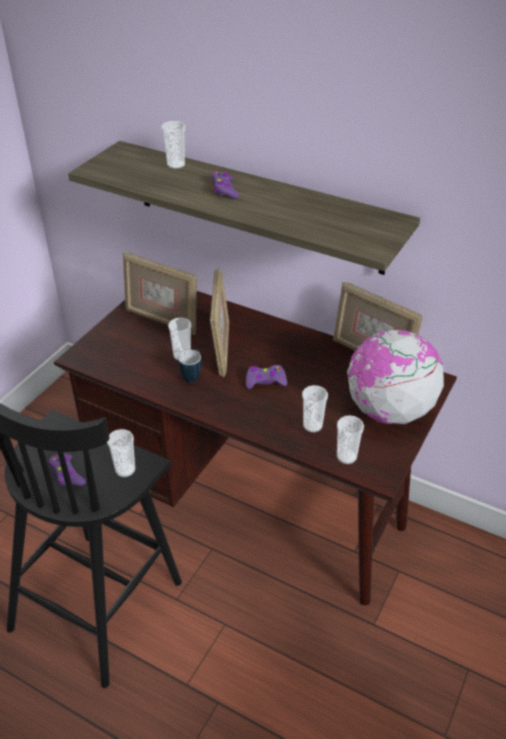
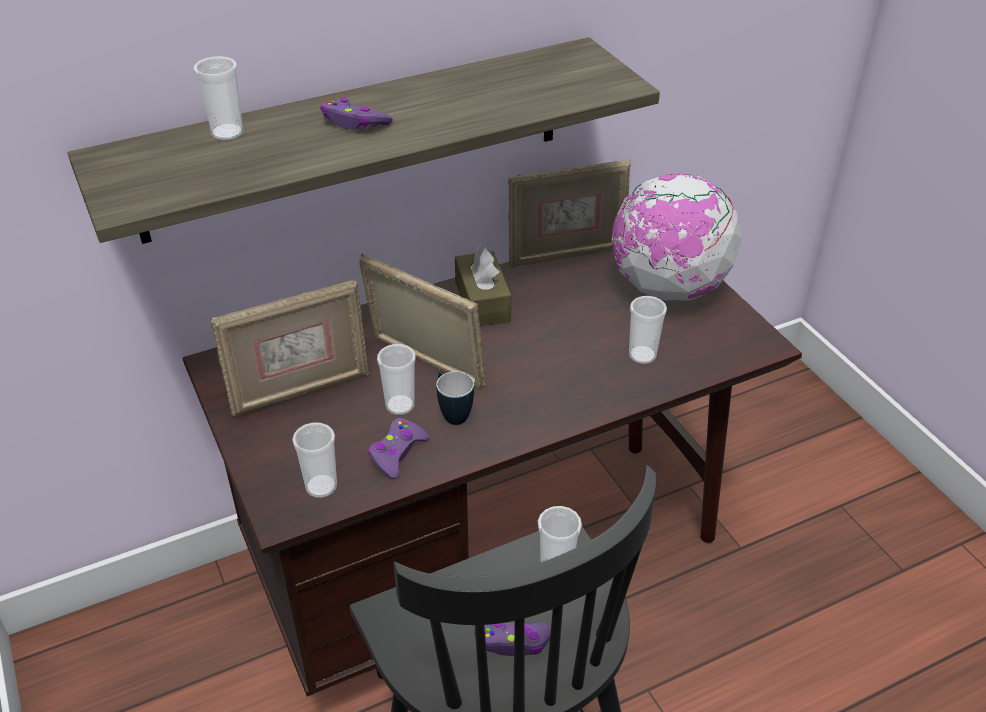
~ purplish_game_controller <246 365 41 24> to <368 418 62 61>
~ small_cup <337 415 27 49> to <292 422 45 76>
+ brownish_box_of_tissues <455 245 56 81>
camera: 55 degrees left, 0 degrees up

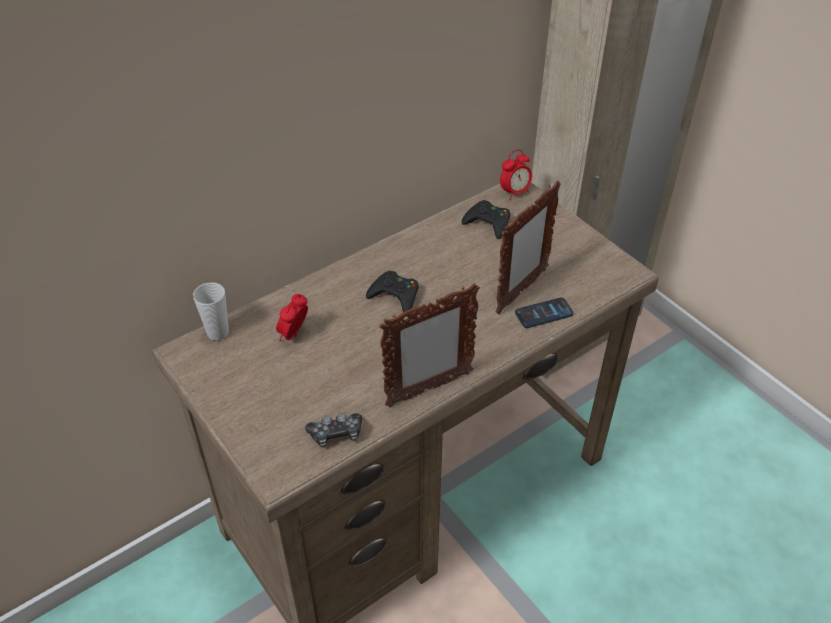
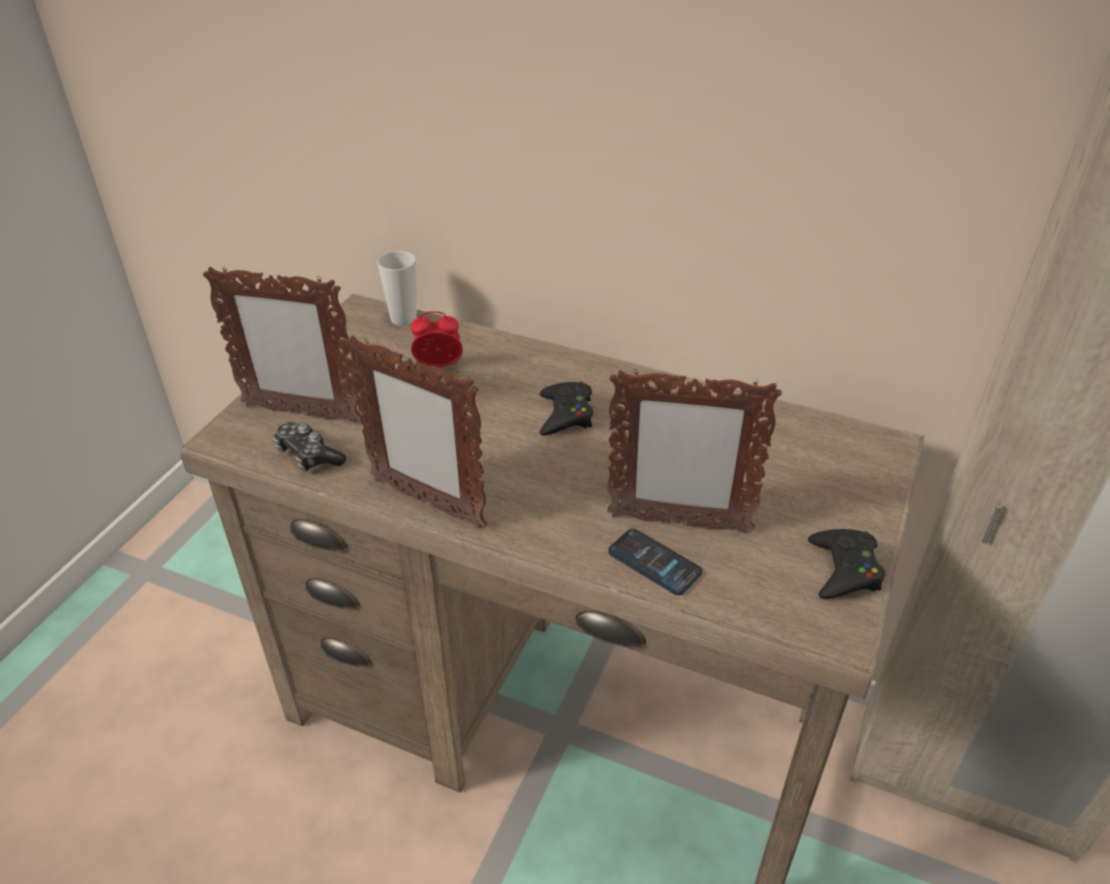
- alarm_clock <500 150 32 50>
~ black-coloured_game_controller <462 200 48 39> to <808 529 77 70>
+ photo_frame <203 266 159 157>
camera: 60 degrees right, 5 degrees down

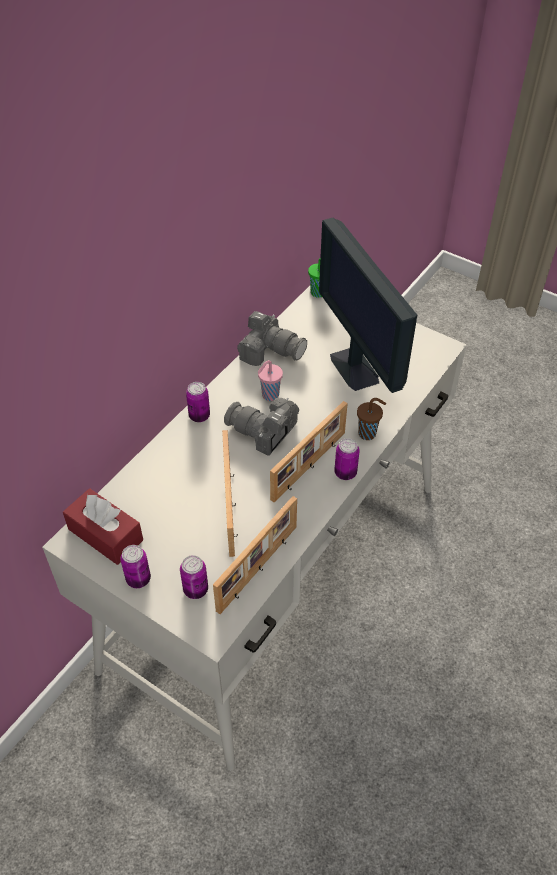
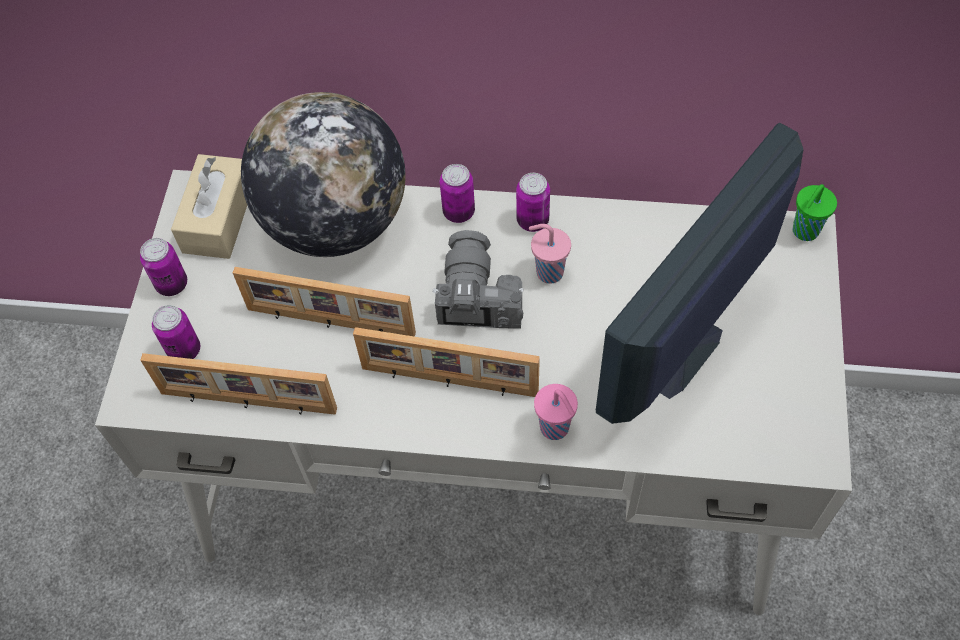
- photo_camera <237 311 70 55>
~ brownish_small_cup <357 398 29 42> to pink_small_cup <534 384 44 56>
~ photo_frame <222 430 16 127> = <233 267 183 70> 45 degrees clockwise
~ sealed_can <334 438 26 42> to <516 173 34 59>
~ reddish_box_of_tissues <63 489 80 76> to sand-coloured_box_of_tissues <171 154 76 105>
+ globe <241 92 165 165>
camera: 65 degrees right, 10 degrees up

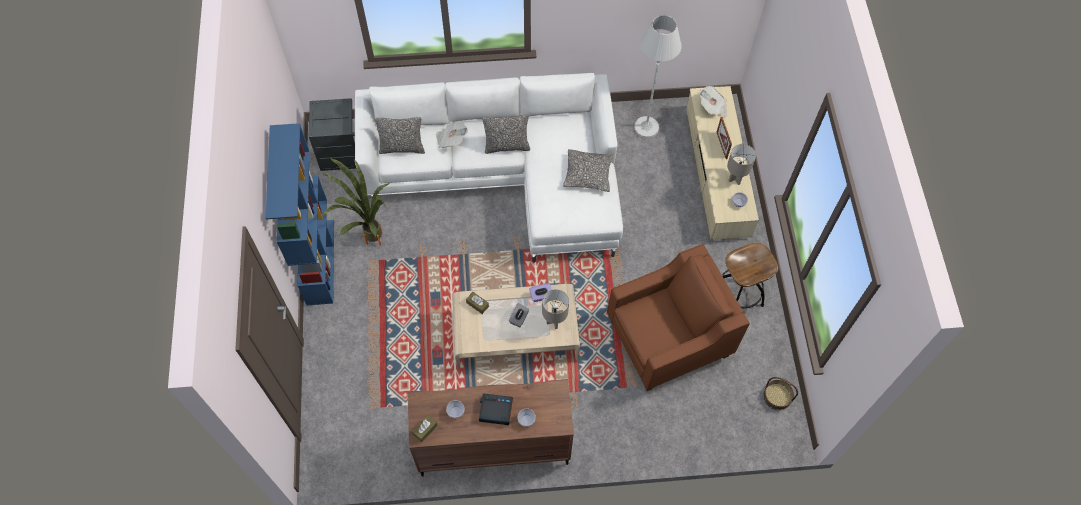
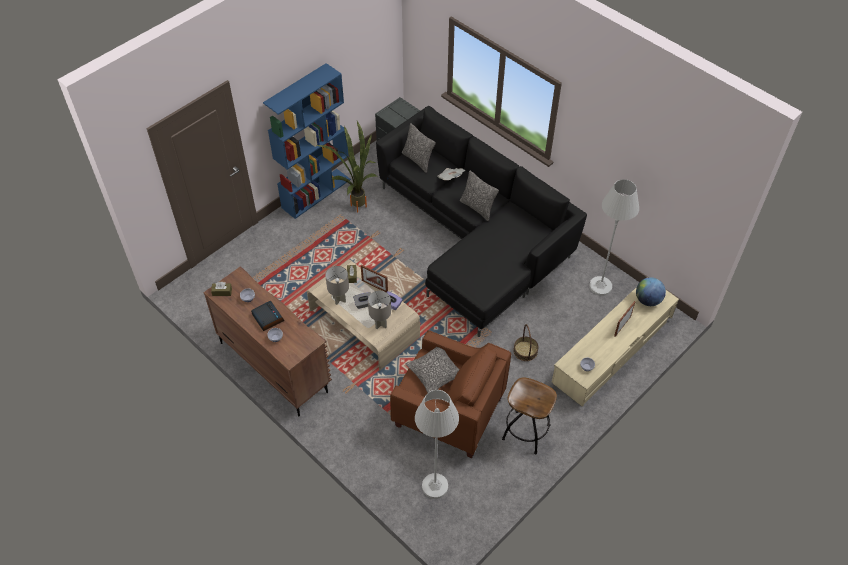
~ white_sofa <355 73 268 190> to black-coloured_sofa <376 106 211 231>
~ daily_paper <700 86 27 31> to globe <636 277 30 29>
~ greyish_lamp_for_a_table <727 144 29 41> to <325 266 24 39>
~ throw_pillow <563 149 50 43> to <406 347 54 46>
~ storage_basket <763 377 35 33> to <513 324 25 37>
+ photo_frame <361 265 27 27>
+ white_standard_lamp <415 390 44 109>
camera: 50 degrees right, 10 degrees down

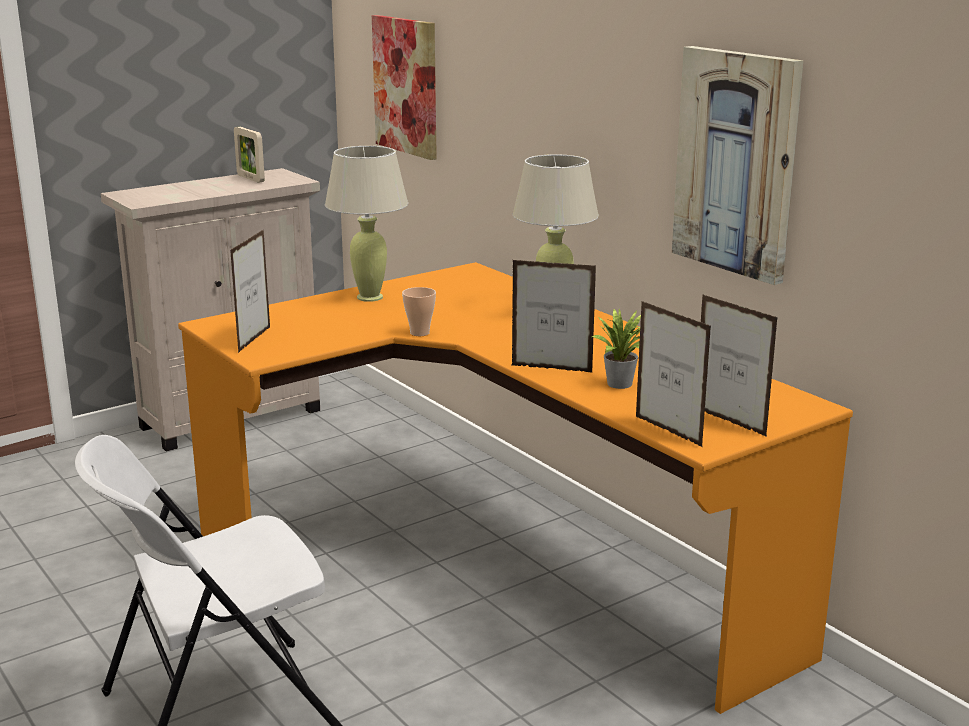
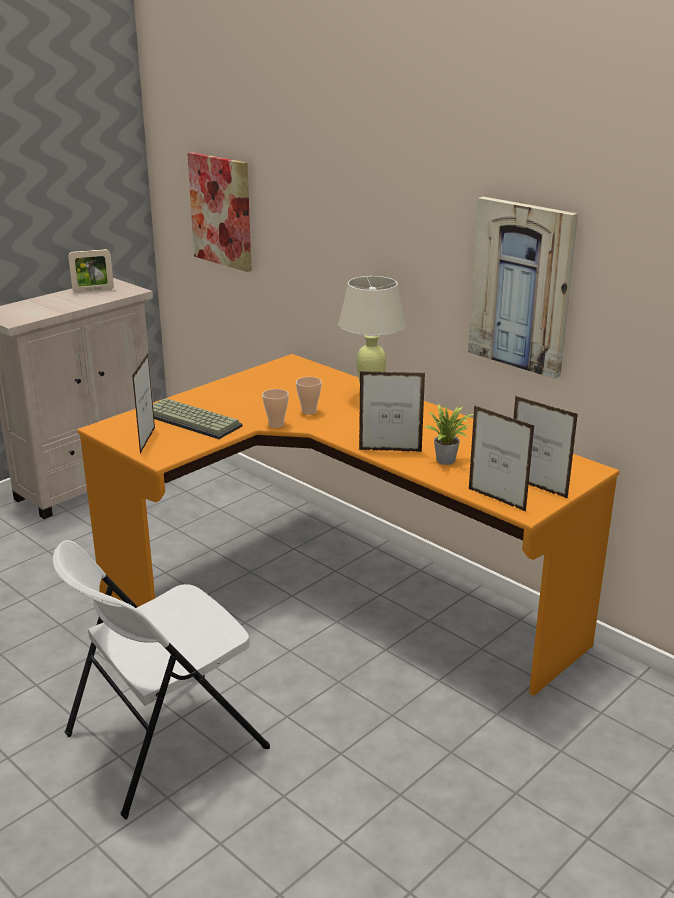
~ photo_frame <234 127 31 56> = <68 249 46 44> 60 degrees counterclockwise
- sand-coloured_lamp_for_a_table <325 146 83 156>
+ small_cup <296 377 26 38>
+ computer_keyboard <153 398 90 41>
camera: 10 degrees left, 5 degrees up

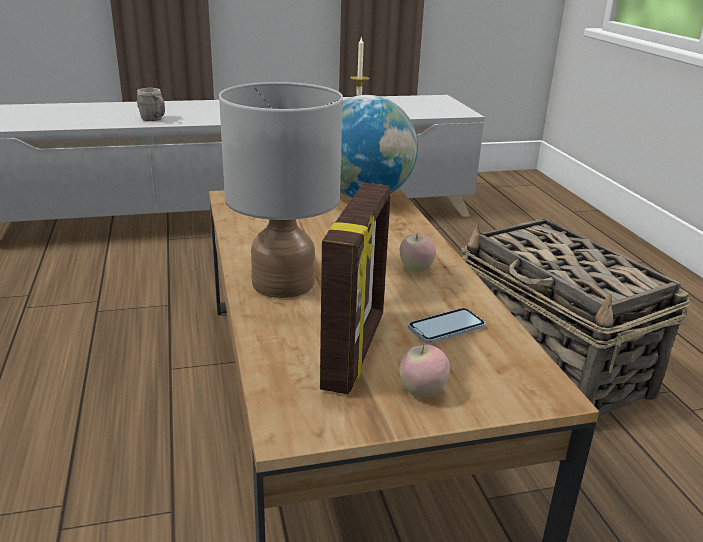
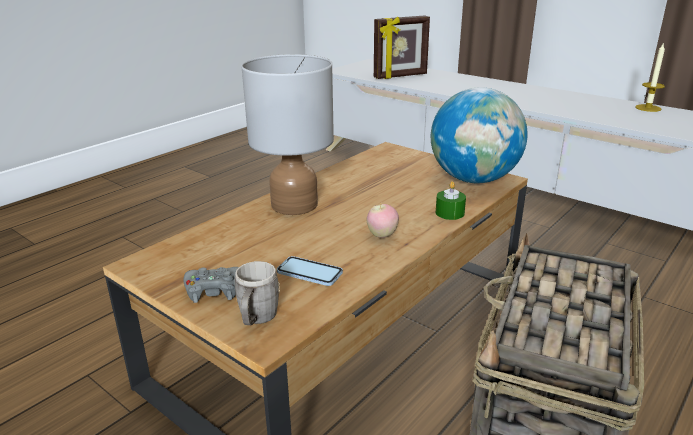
~ greyish_mug <137 88 28 33> to <235 261 45 64>
~ photo_frame <320 183 71 211> to <374 16 56 63>
~ apple <399 344 51 54> to greyish_game_controller <183 267 56 36>
+ green-coloured_candle <436 181 30 39>
camera: 55 degrees right, 0 degrees up

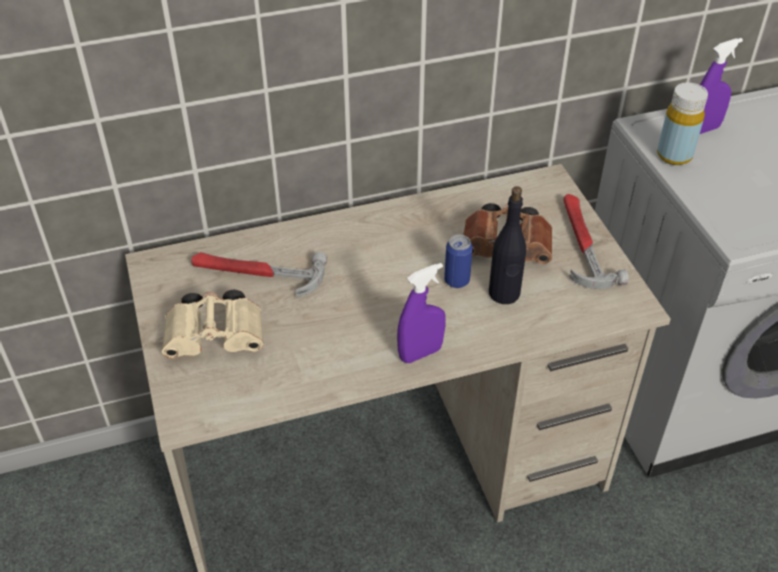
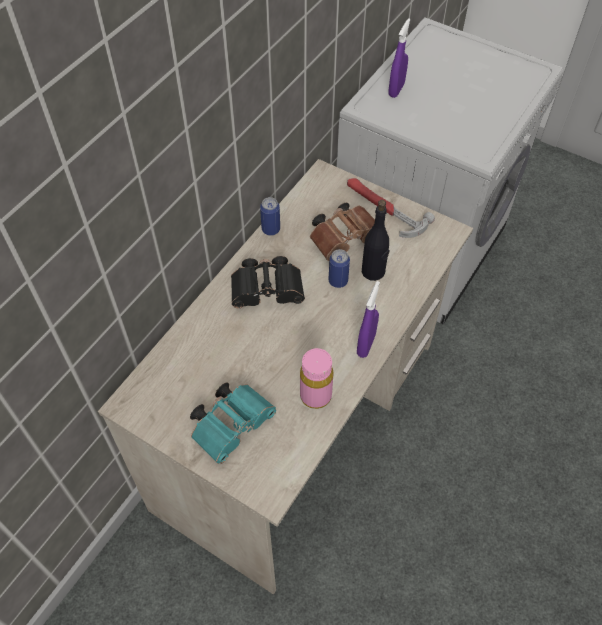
- yellowish_bottle <657 82 51 83>
- tool_hammer <191 252 136 45>
~ sand-coloured_field_glasses <162 290 101 69> to turquoise-coloured_field_glasses <190 382 86 82>
+ sealed_can <260 197 20 39>
+ black-coloured_field_glasses <231 256 74 52>
+ pink_bottle <300 348 33 61>
camera: 40 degrees left, 10 degrees up

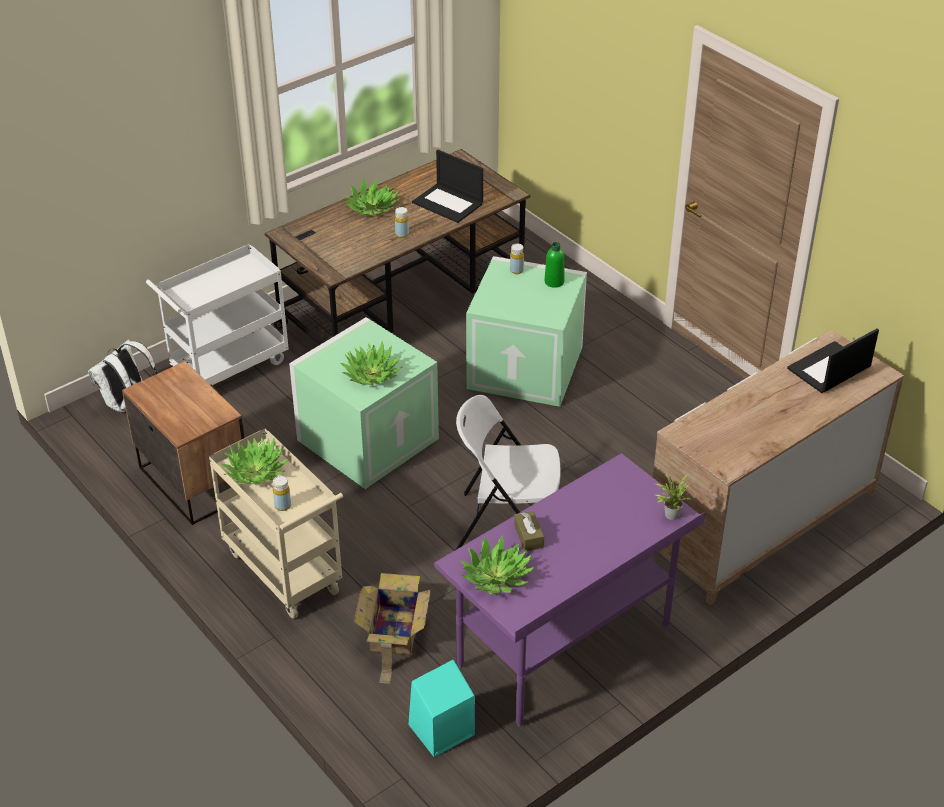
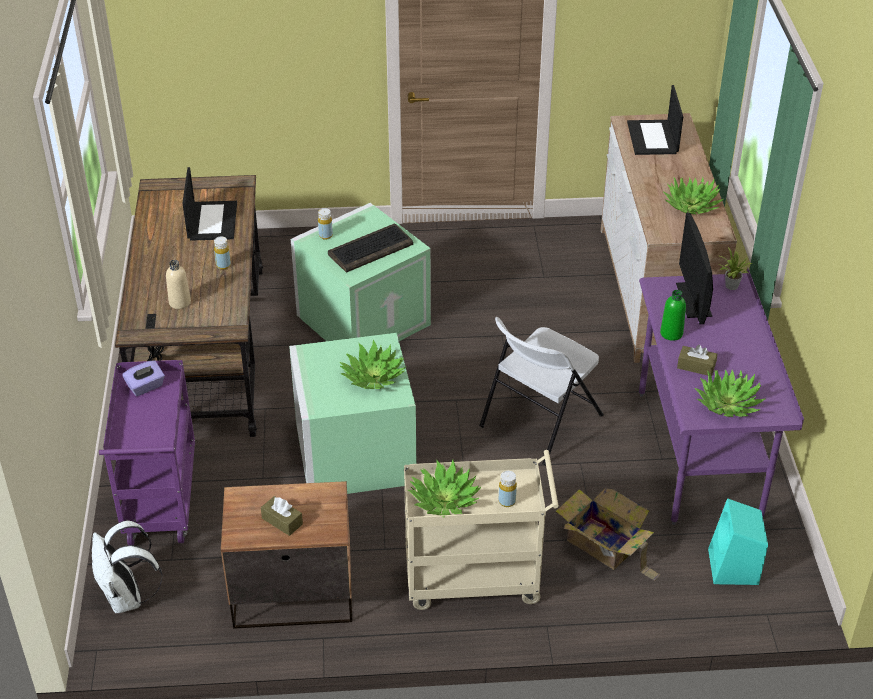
~ portable_computer <412 150 71 73> = <183 167 54 74> 75 degrees counterclockwise
~ potted_plant <344 178 56 38> to <663 177 61 37>
~ green-coloured_bottle <545 242 20 46> to <660 290 26 51>
~ white_wheeled_cart <146 244 143 141> to purplish_wheeled_cart <99 360 96 185>
+ computer_display <676 213 37 111>
+ computer_keyboard <328 223 85 50>
+ sand-coloured_bottle <166 260 25 49>
+ purplish_box_of_tissues <122 360 43 36>
+ brownish_box_of_tissues <261 496 42 40>
camera: 55 degrees left, 0 degrees up

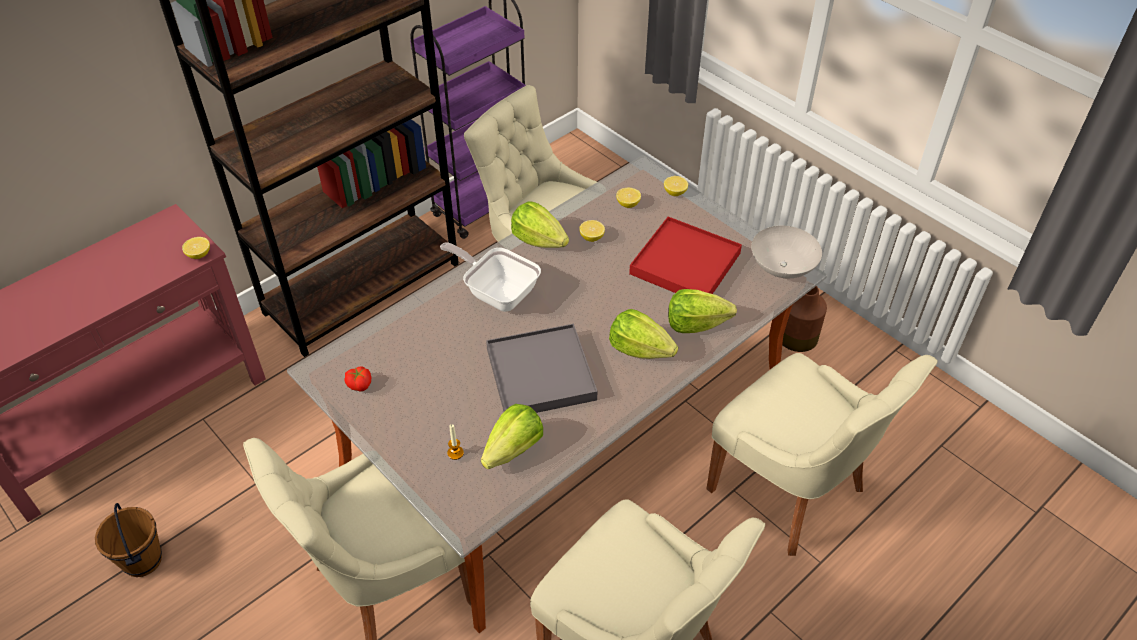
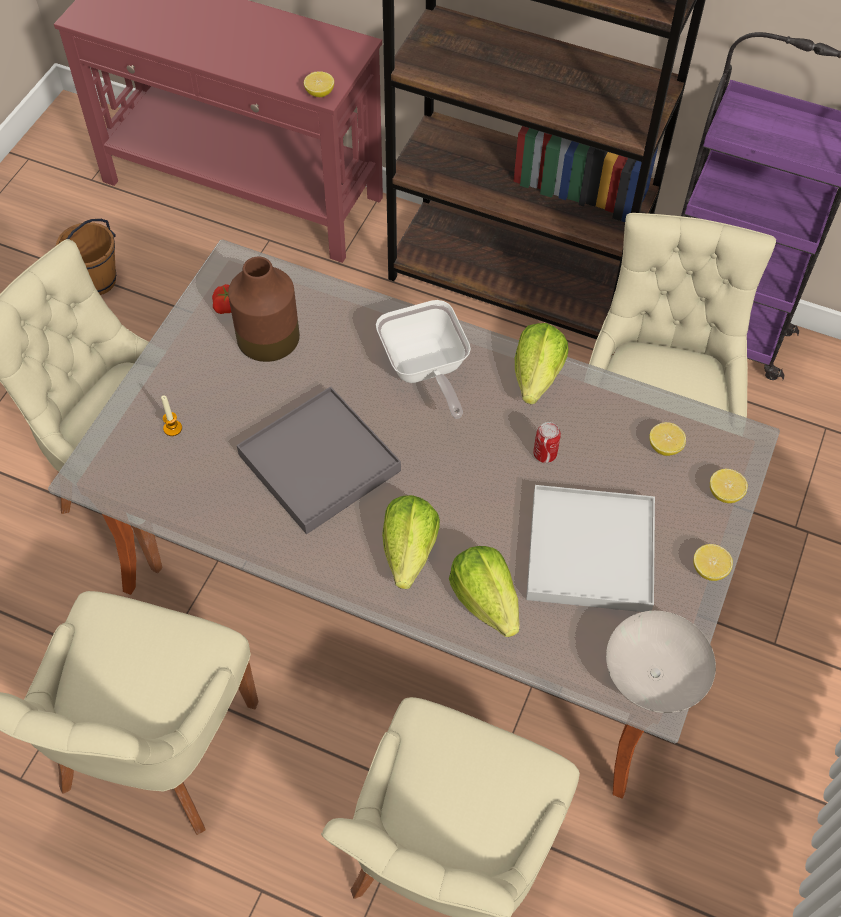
~ reddish_serving_tray <629 217 113 77> to white_serving_tray <526 485 129 127>
~ lemon <579 220 26 22> to <694 544 39 37>
~ frying_pan <440 242 101 70> = <376 300 95 119> 150 degrees clockwise
~ brownish_flower_vase <782 286 45 66> to <228 257 72 105>
- lettuce <481 404 62 65>
+ sealed_can <533 422 28 41>
camera: 65 degrees right, 10 degrees up

